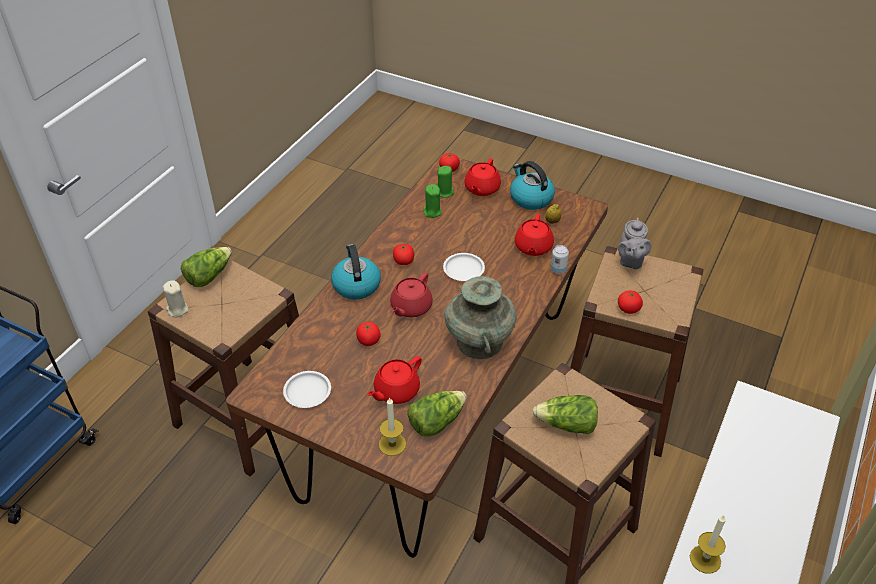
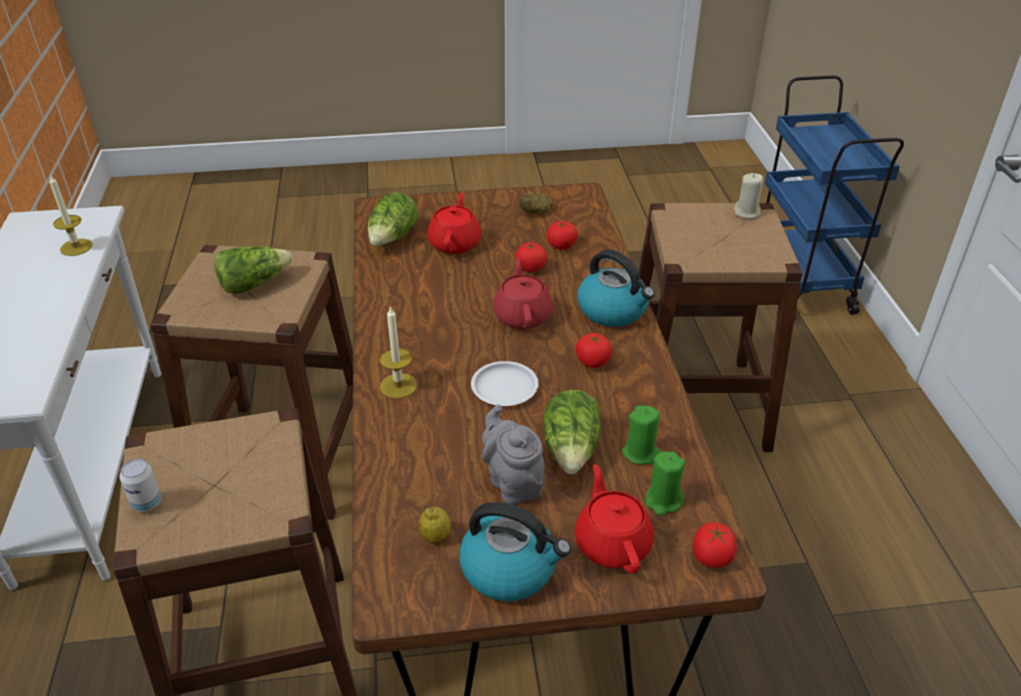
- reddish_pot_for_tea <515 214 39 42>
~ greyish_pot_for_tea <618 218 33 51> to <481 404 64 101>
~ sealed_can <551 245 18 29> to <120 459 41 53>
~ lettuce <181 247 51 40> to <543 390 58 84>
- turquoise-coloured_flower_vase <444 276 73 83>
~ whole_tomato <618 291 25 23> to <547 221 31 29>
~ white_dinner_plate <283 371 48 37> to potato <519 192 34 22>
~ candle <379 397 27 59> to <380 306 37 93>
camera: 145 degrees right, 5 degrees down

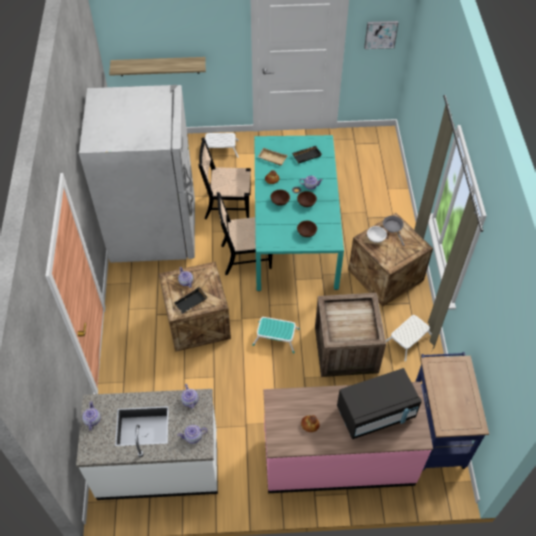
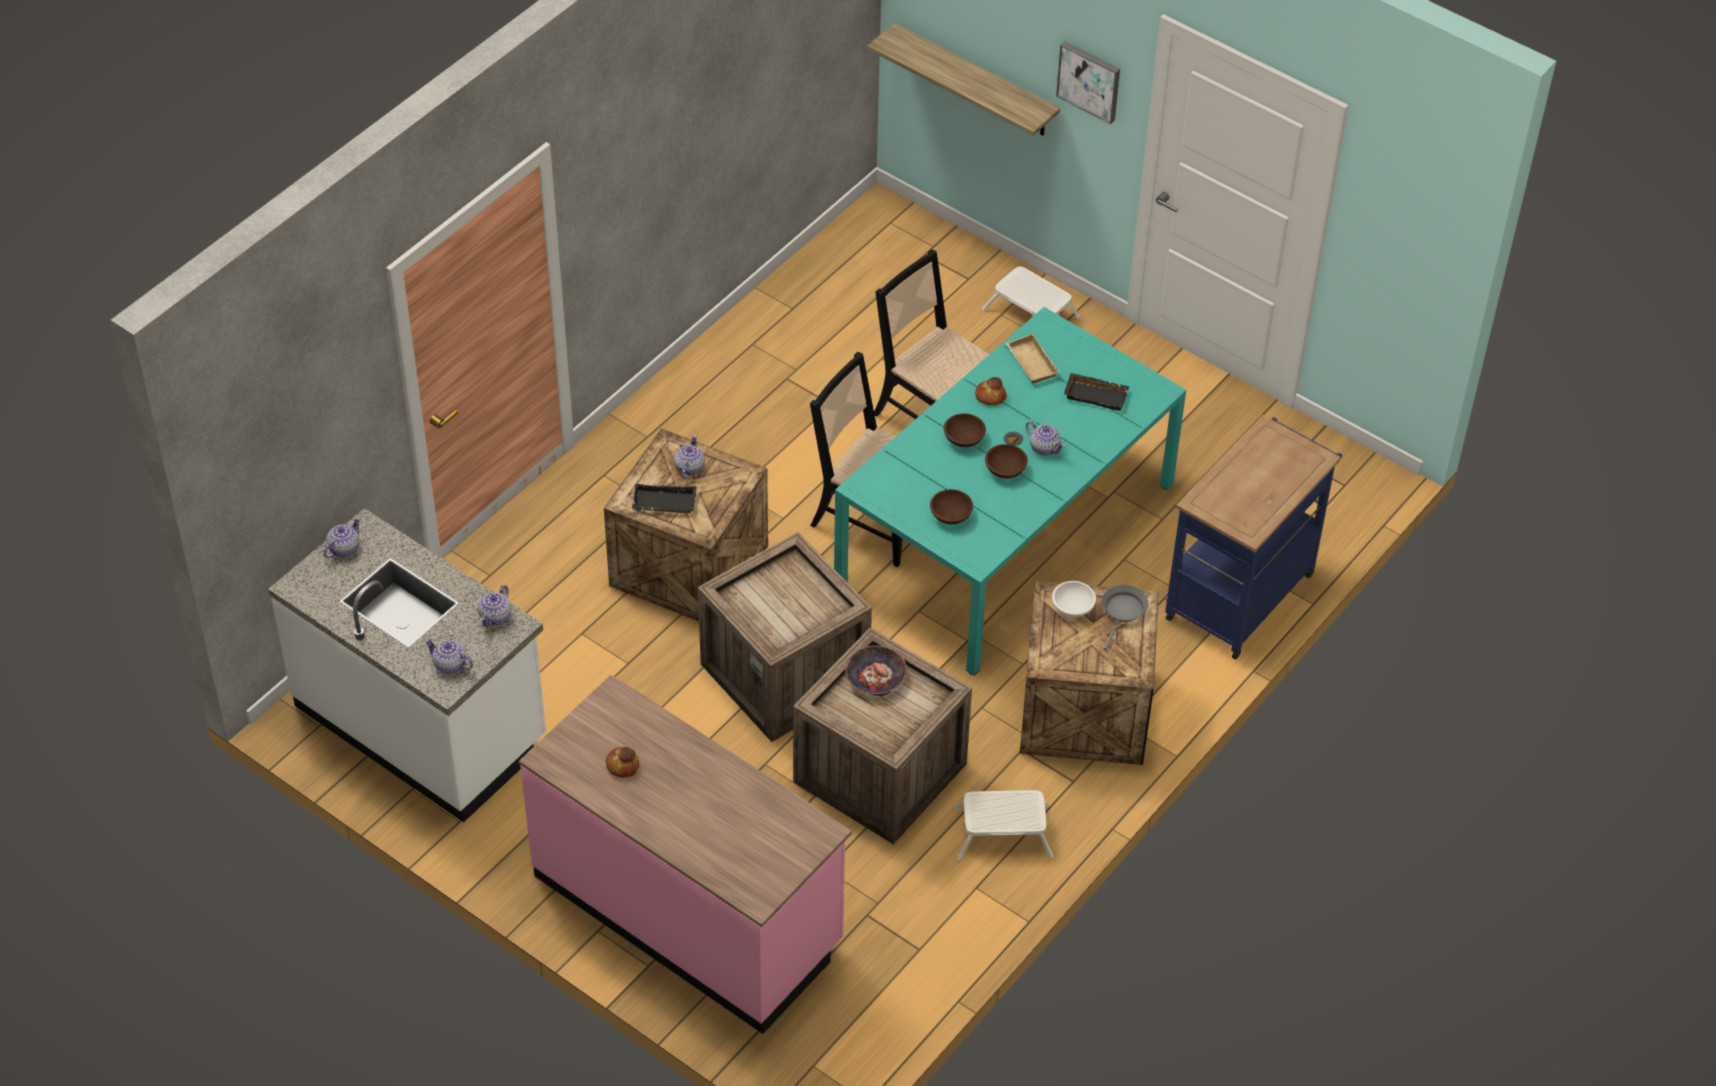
~ wall_picture <364 21 34 28> to <1056 41 64 83>
- white_kitchen_fridge <79 85 116 178>
~ turquoise-coloured_stepladder <252 317 48 37> to shipping_crate <698 532 174 210>
~ bluish_wheeled_cart <415 352 74 118> to <1165 415 177 245>
- black-coloured_microwave <337 368 85 71>
+ bowl <845 645 62 51>
camera: 40 degrees right, 5 degrees down

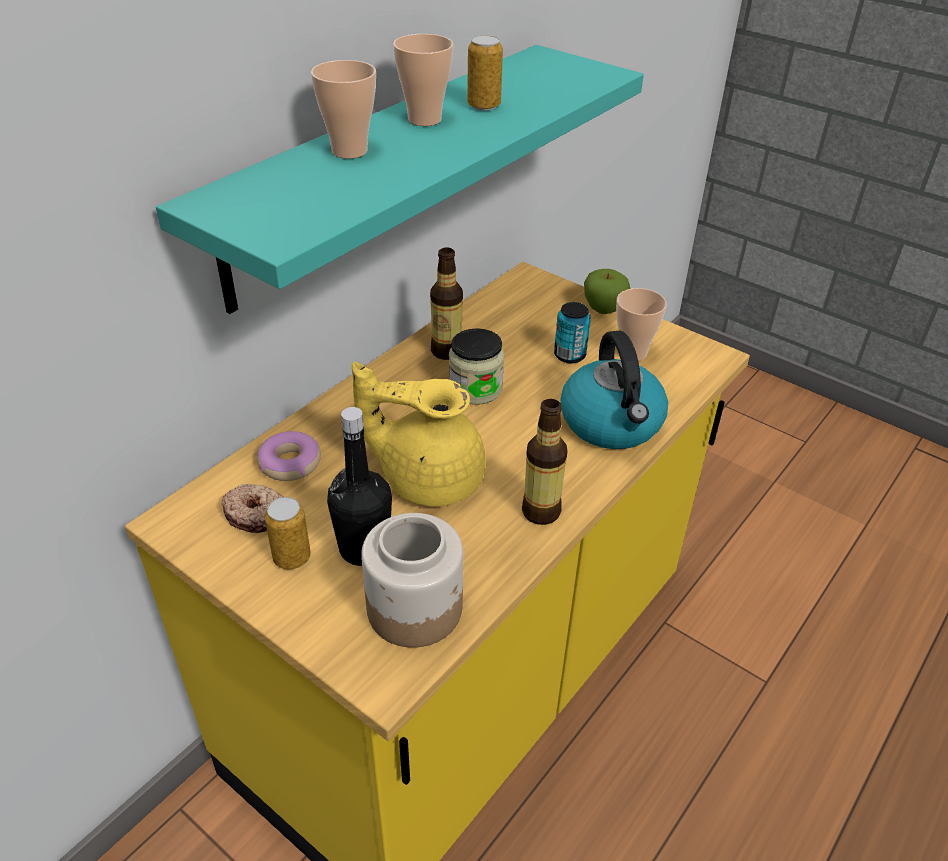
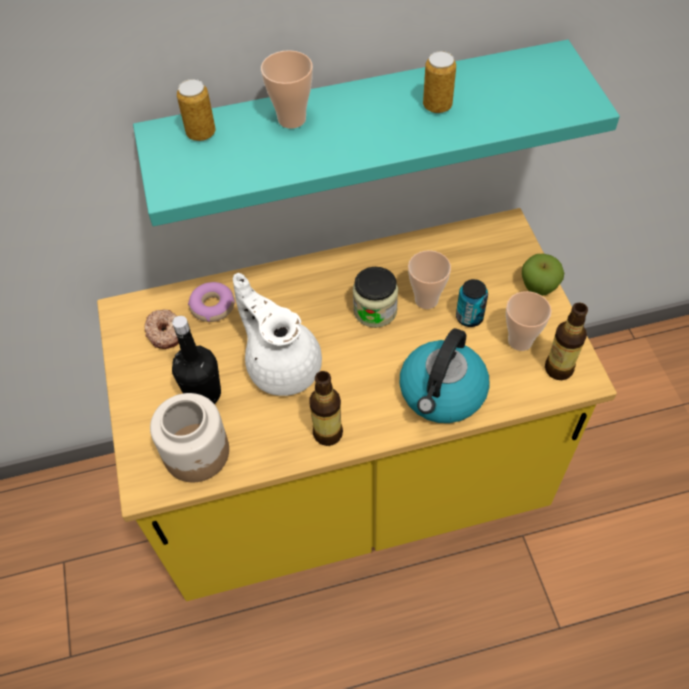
~ small_cup <393 34 61 92> to <408 250 43 59>
~ bottle <430 247 33 113> to <545 303 43 77>
~ yellowish_pot_for_tea <352 361 134 146> to white_pot_for_tea <233 273 89 123>
~ sealed_can <265 497 46 72> to <177 79 39 62>
camera: 40 degrees right, 15 degrees up

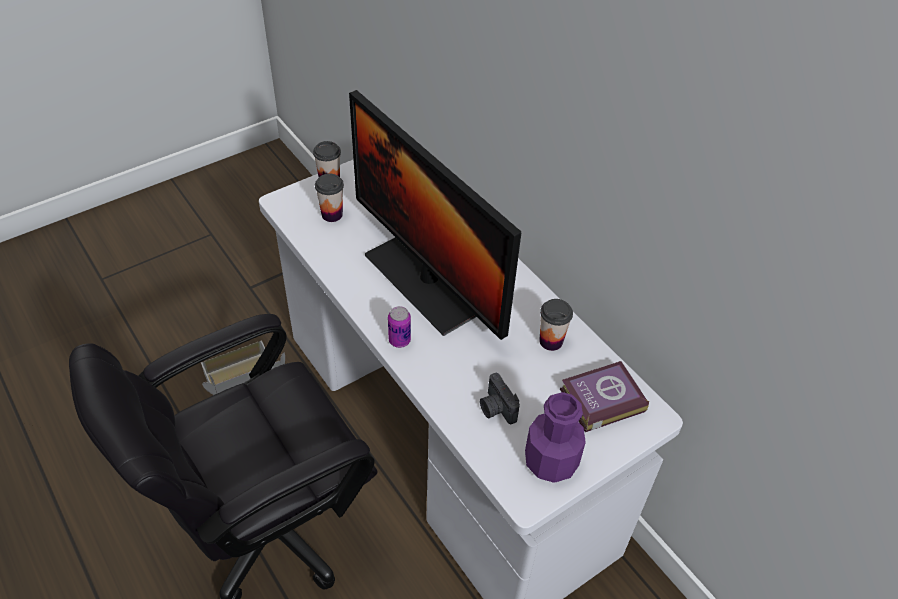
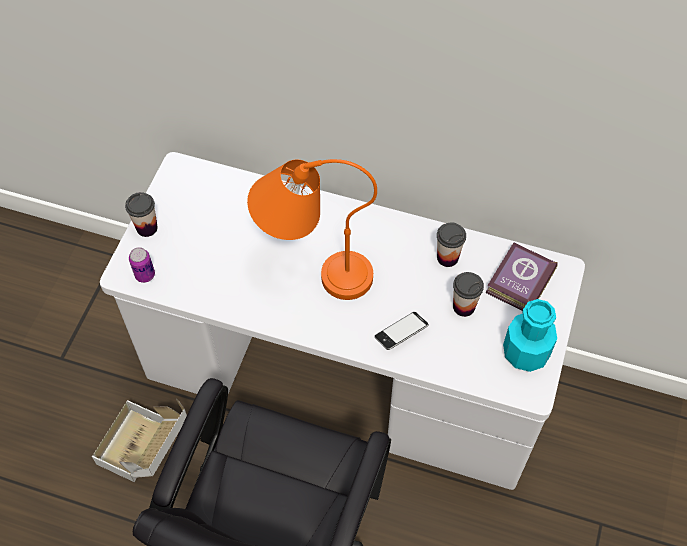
~ computer_display <349 90 172 250> to orange_lamp_for_a_table <247 159 130 141>
~ small_cup <315 174 29 48> to <453 272 31 45>
~ sealed_can <388 306 23 42> to <129 247 26 36>
- photo_camera <480 373 40 51>
~ purplish_bottle <525 392 61 91> to turquoise-coloured_bottle <503 299 54 73>
+ telephone <375 312 54 38>
camera: 35 degrees left, 10 degrees up

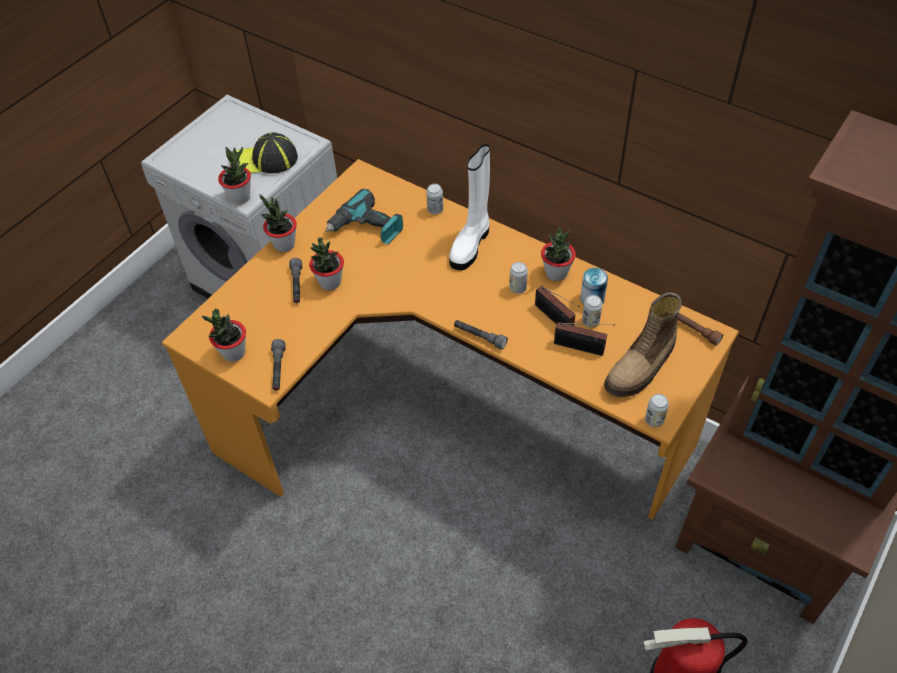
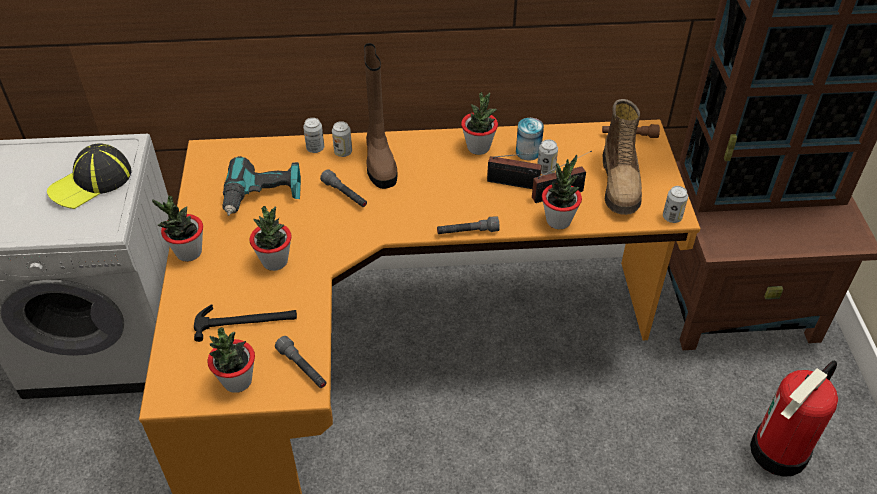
~ white_boot <449 144 41 126> to brownish_boot <364 43 34 146>
~ potted_plant <218 147 33 57> to <542 154 40 75>
~ greyish_hand_torch <289 258 13 45> to <320 169 47 38>
~ sealed_can <509 262 19 32> to <332 121 20 36>
+ tool_hammer <194 305 103 37>
camera: 40 degrees left, 5 degrees down

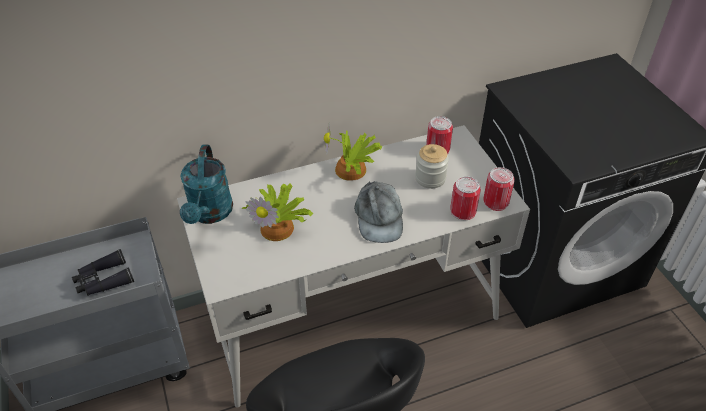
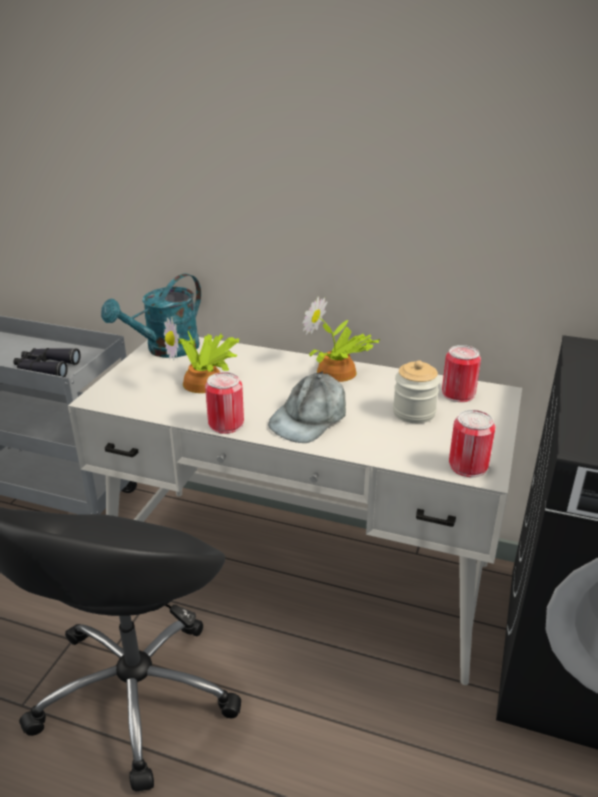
~ sealed_can <450 176 31 44> to <205 372 39 62>
camera: 40 degrees right, 15 degrees down

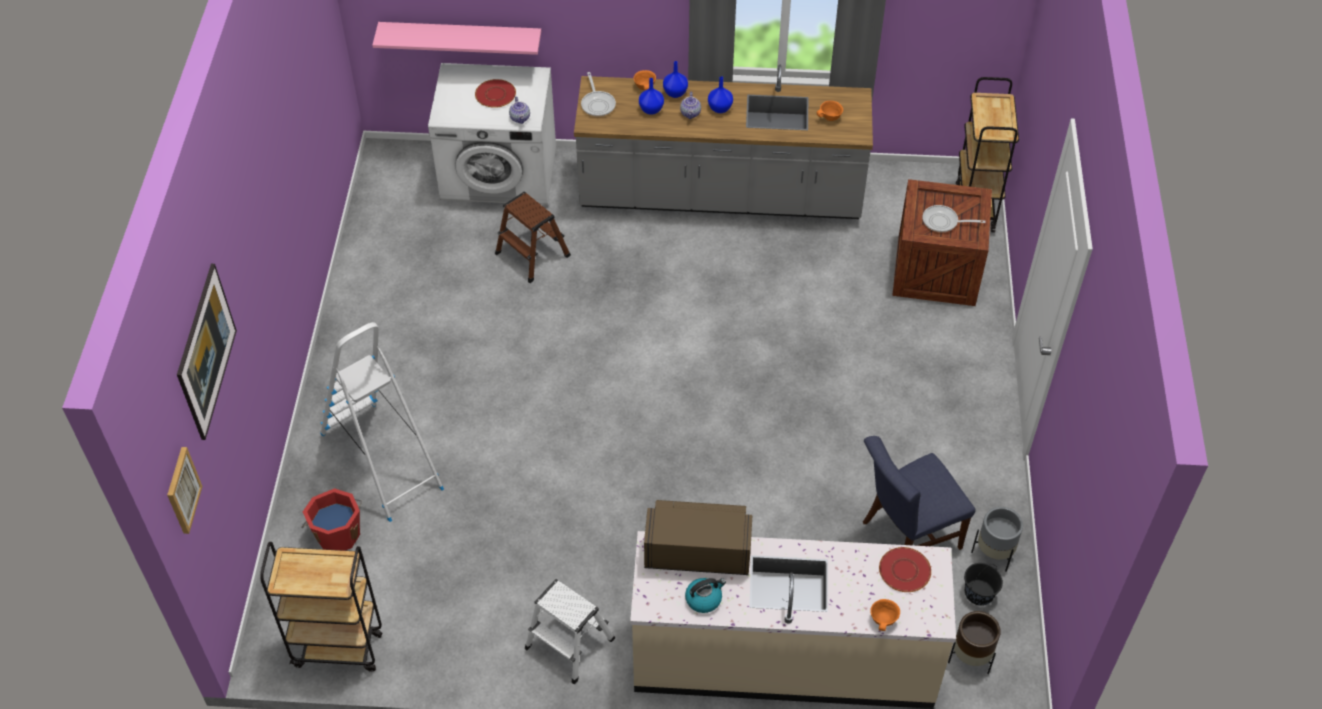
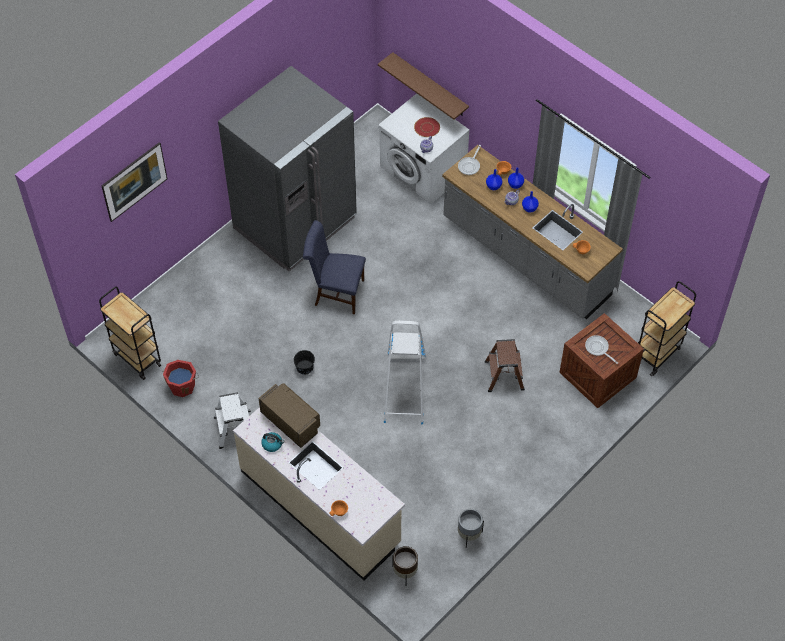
~ pink_shelf <372 22 169 33> to brownish_shelf <378 52 91 68>
~ brownish_stepladder <495 191 76 92> to <485 339 40 53>
~ white_stepladder <320 322 124 200> to <384 321 42 104>
~ bluish_chair <863 436 113 114> to <303 220 63 94>
- wall_picture <167 447 35 87>
~ reddish_bucket <301 488 61 62> to <162 360 37 37>
- reddish_dinner_plate <879 547 52 45>
~ black-coloured_bucket <964 563 39 43> to <294 350 21 25>
+ greyish_kitchen_fridge <218 66 139 206>
camera: 40 degrees right, 5 degrees up

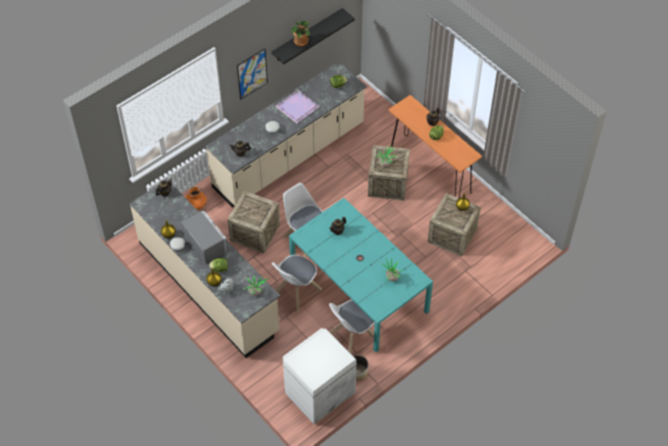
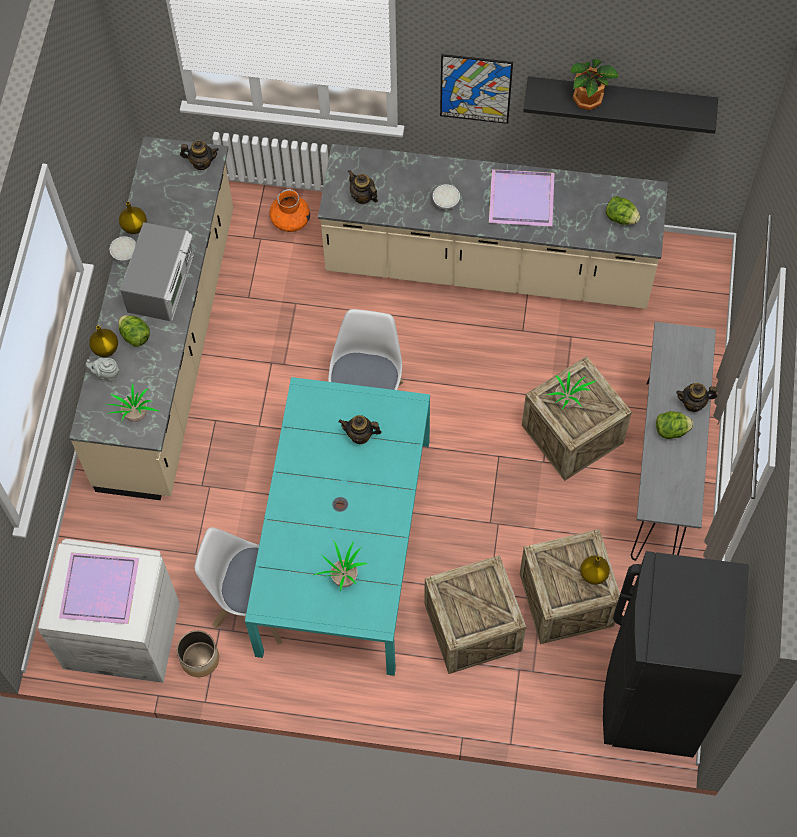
~ orange_narrow_table <388 95 94 102> to greyish_narrow_table <631 322 85 239>
~ shipping_crate <227 191 53 62> to <424 555 102 119>
- chair <272 255 50 58>
+ black-coloured_kitchen_fridge <603 551 146 206>
+ purplish_serving_tray <59 552 80 72>
camera: 50 degrees right, 10 degrees up

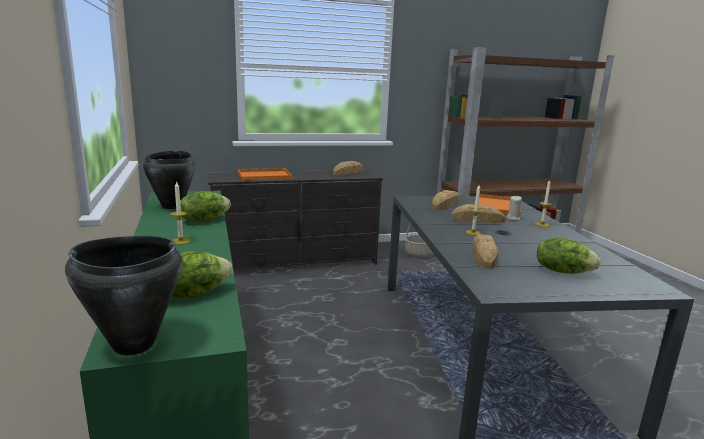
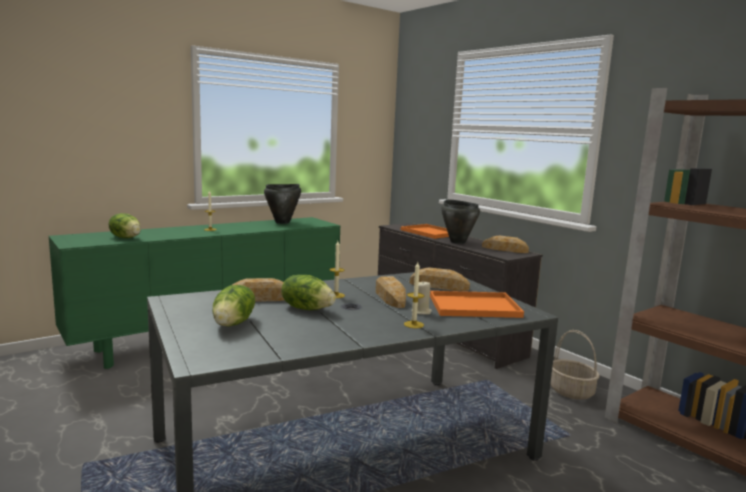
~ lettuce <180 192 51 30> to <281 275 55 35>
~ black-coloured_saucepot <65 236 117 119> to <441 200 39 44>
camera: 70 degrees right, 5 degrees down

